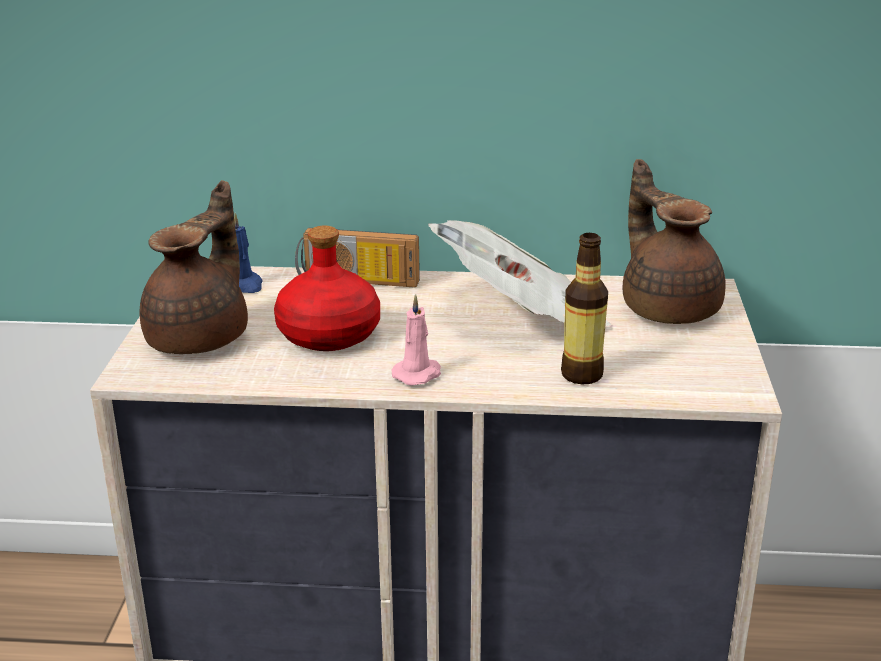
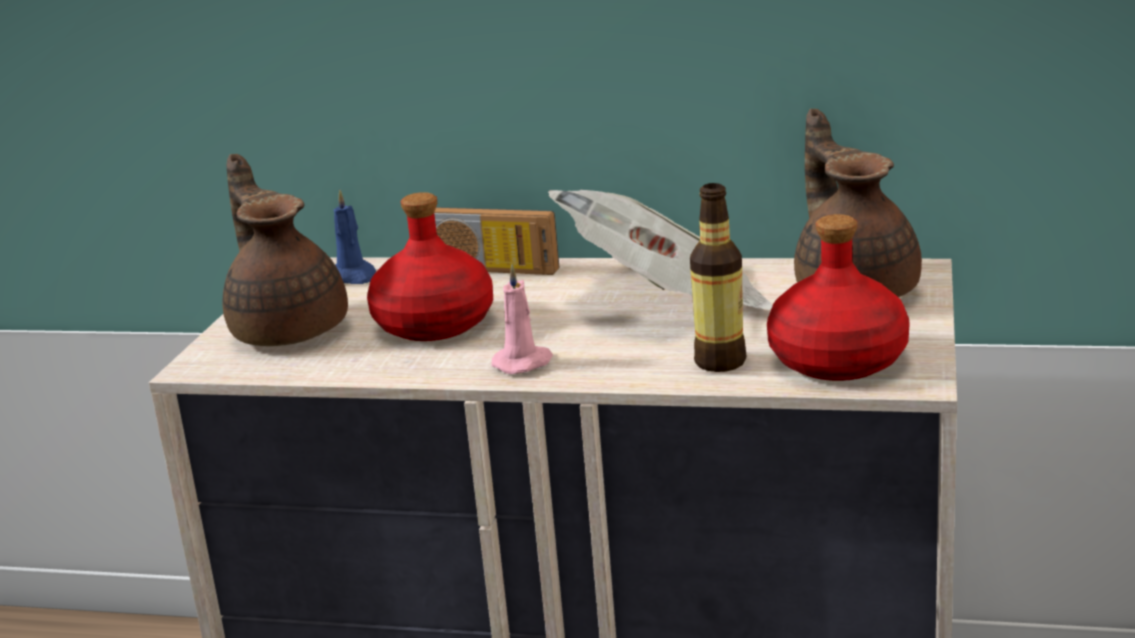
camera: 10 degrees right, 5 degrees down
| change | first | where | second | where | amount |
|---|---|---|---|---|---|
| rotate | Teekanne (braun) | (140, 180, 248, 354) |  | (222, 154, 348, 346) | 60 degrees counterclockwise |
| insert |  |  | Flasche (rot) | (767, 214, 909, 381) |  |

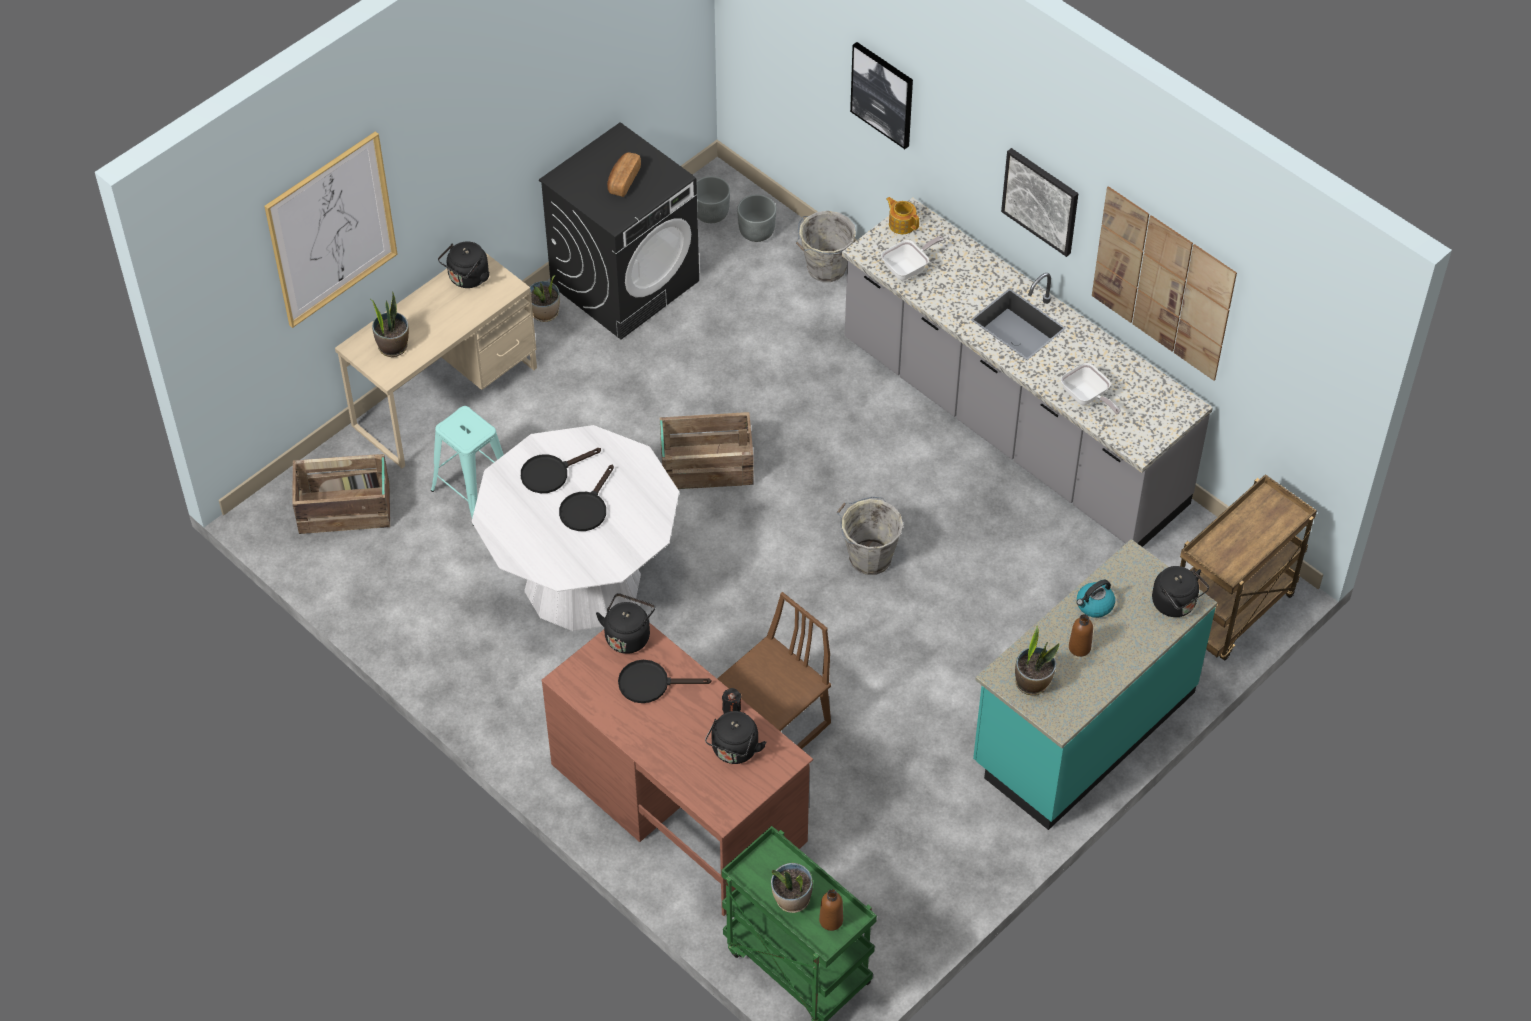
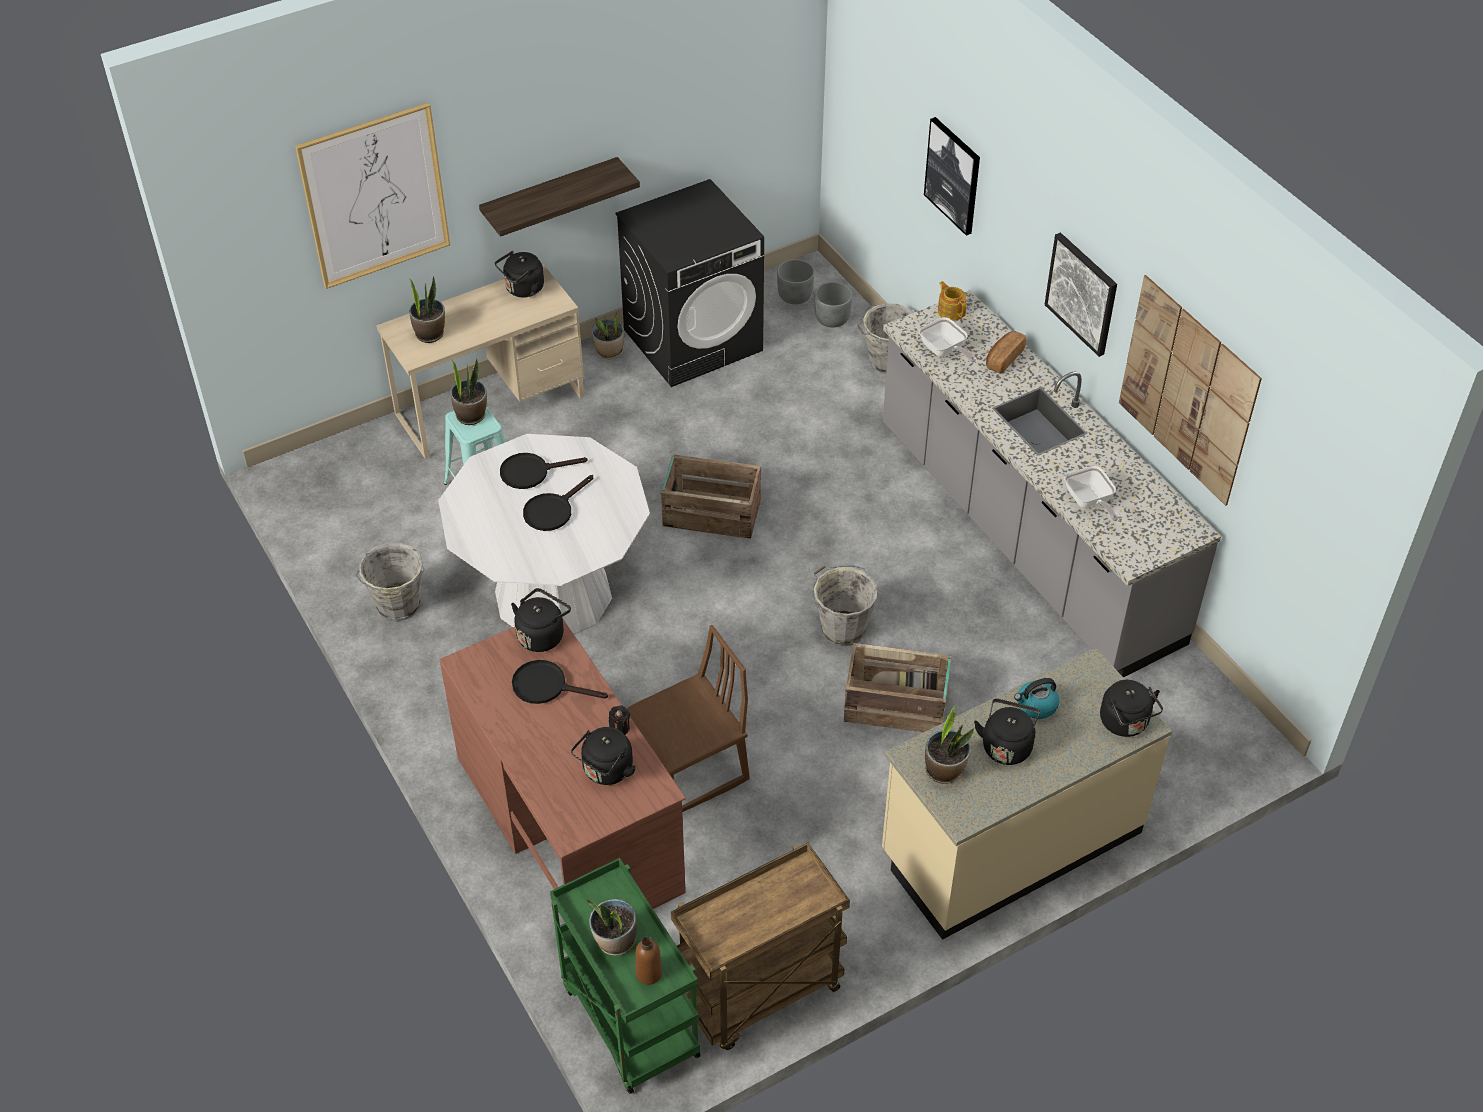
camera: 15 degrees right, 5 degrees down
| change | first | where | second | where | amount |
|---|---|---|---|---|---|
| insert |  |  | Eimer (grau) | (356, 543, 425, 621) |  |
| insert |  |  | Topfpflanze | (451, 358, 487, 425) |  |
| insert |  |  | Wandregal | (479, 157, 640, 237) |  |
| move | Rollwagen (braun) | (1180, 474, 1317, 660) |  | (671, 843, 850, 1050) |  |
| move | Kiste | (292, 454, 390, 534) |  | (844, 643, 951, 732) |  |
| recolor | Küchenzeile (türkis) | (973, 539, 1217, 830) | Küchenzeile (beige) | (882, 648, 1172, 940) |  |
| rotate | Pfanne | (881, 236, 944, 281) |  | (919, 317, 976, 363) | 75 degrees clockwise |
| replace | Flasche (braun) | (1069, 614, 1093, 657) | Wasserkessel (schwarz) | (974, 699, 1040, 765) |  |
| move | Brot | (607, 152, 641, 197) |  | (986, 331, 1026, 374) |  |

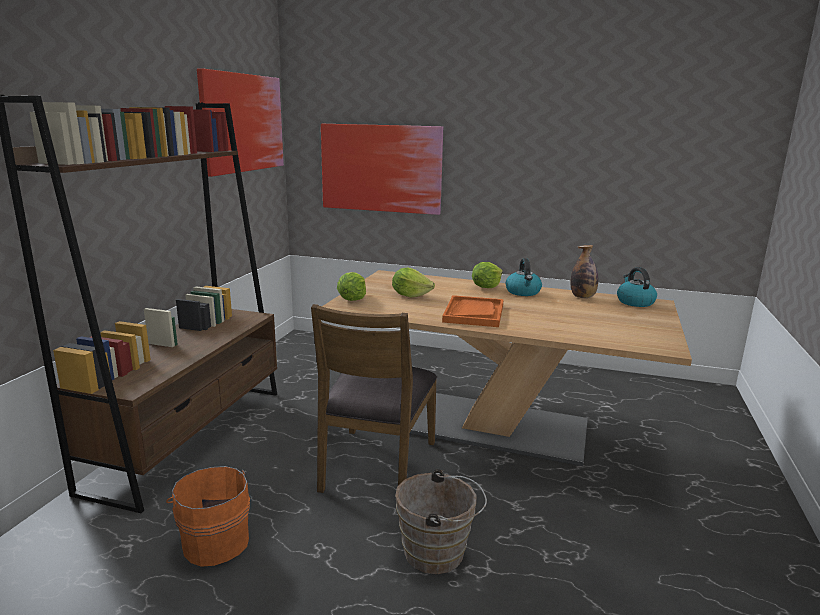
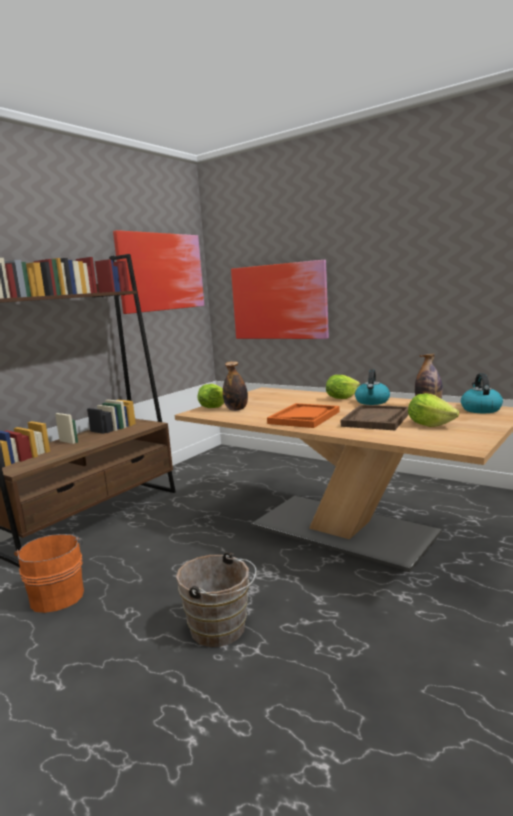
camera: 20 degrees right, 5 degrees down
| change | first | where | second | where | amount |
|---|---|---|---|---|---|
| insert |  |  | Flasche | (223, 361, 248, 411) |  |
| insert |  |  | Tablett (braun) | (341, 404, 409, 430) |  |
| move | Salatkopf | (392, 268, 435, 298) |  | (408, 393, 459, 427) |  |
| delete | Stuhl (braun) | (311, 304, 437, 493) |  |  |  |

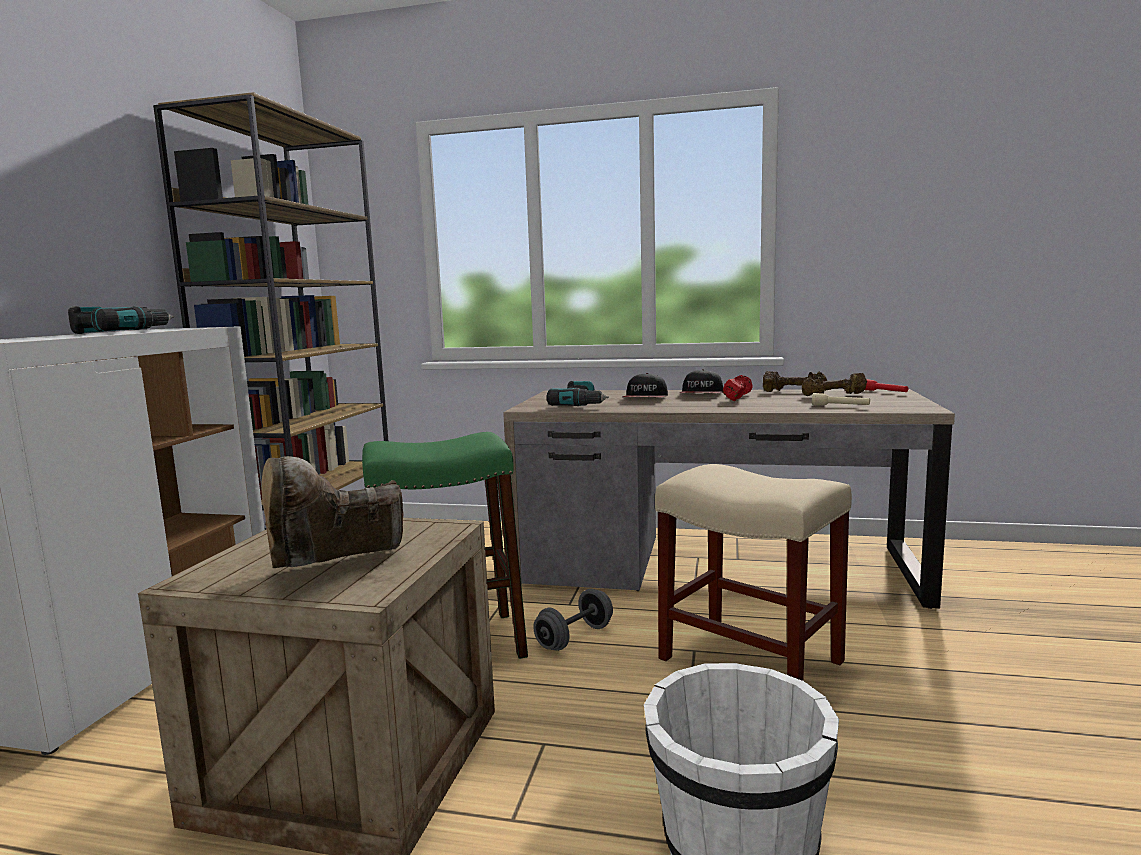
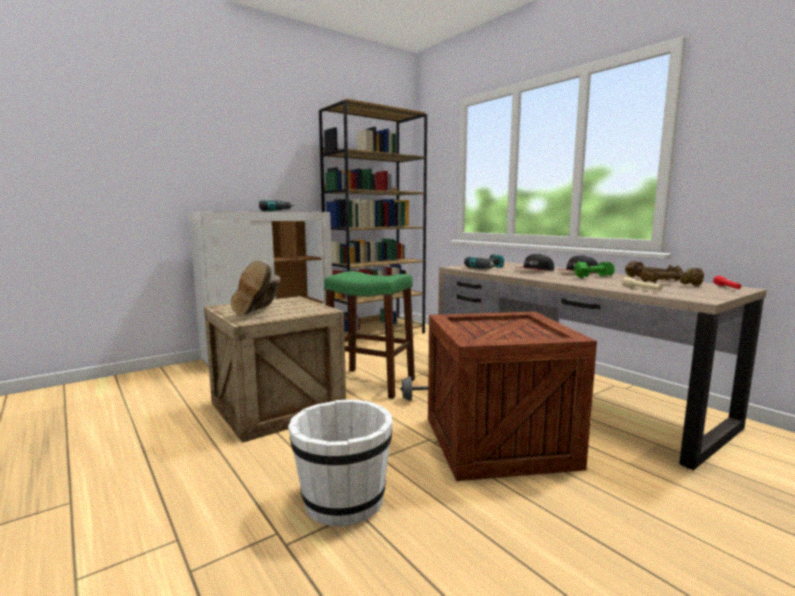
camera: 40 degrees right, 0 degrees up
| change | first | where | second | where | amount |
|---|---|---|---|---|---|
| rotate | Stiefel (braun) | (261, 456, 403, 568) |  | (231, 260, 281, 315) | 90 degrees counterclockwise |
| replace | Hocker (beige) | (655, 464, 852, 680) | Kiste | (428, 311, 597, 481) |  |
| recolor | Hantel (rot) | (723, 375, 753, 401) | Hantel (grün) | (574, 262, 615, 278) |  |

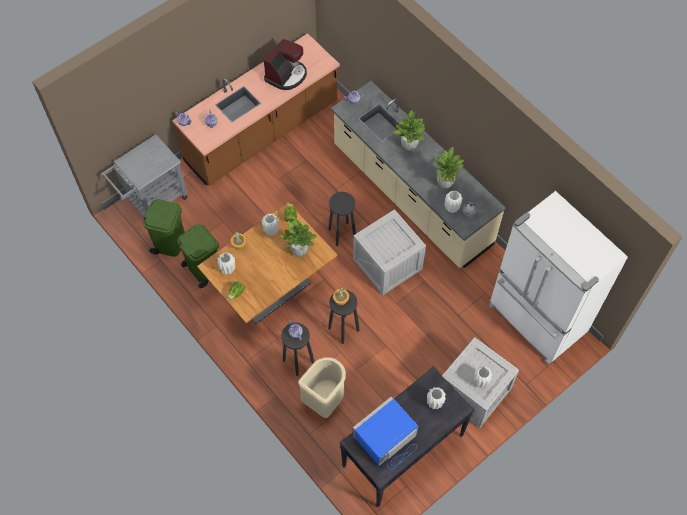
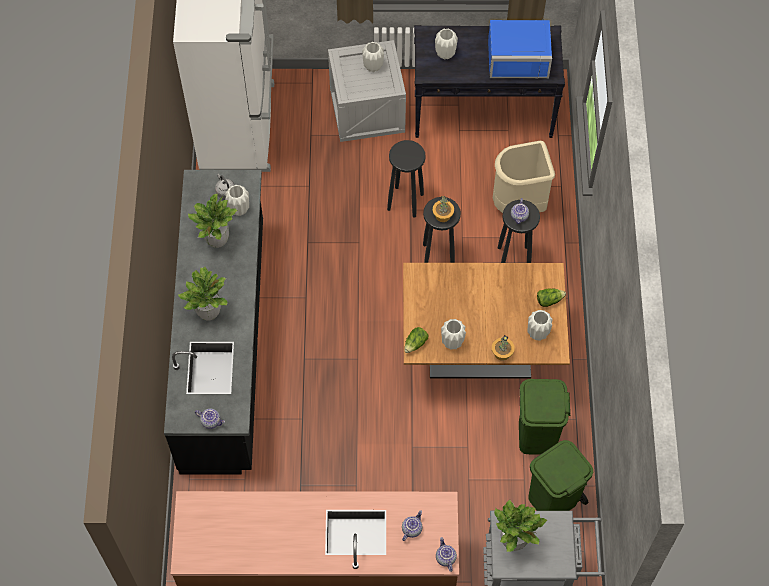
camera: 140 degrees left, 0 degrees up
| change | first | where | second | where | amount |
|---|---|---|---|---|---|
| recolor | Küchenzeile (beige) | (331, 81, 506, 268) | Küchenzeile (schwarz) | (164, 170, 263, 475) |  |
| move | Hocker (schwarz) | (328, 192, 356, 246) |  | (387, 140, 426, 218) |  |
| move | Topfpflanze | (280, 219, 317, 257) |  | (494, 499, 548, 552) |  |
| delete | Kaffeemaschine | (264, 39, 307, 90) |  |  |  |
| delete | Kiste | (353, 209, 426, 295) |  |  |  |

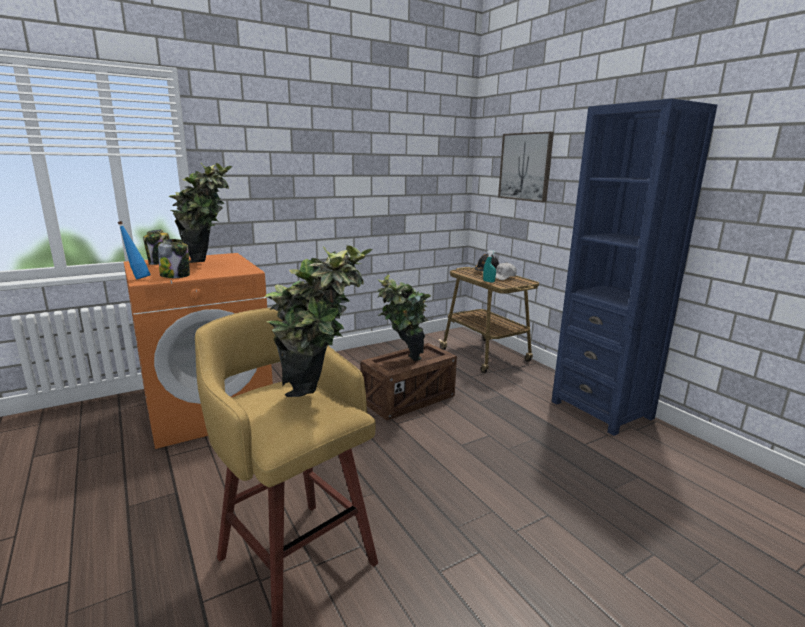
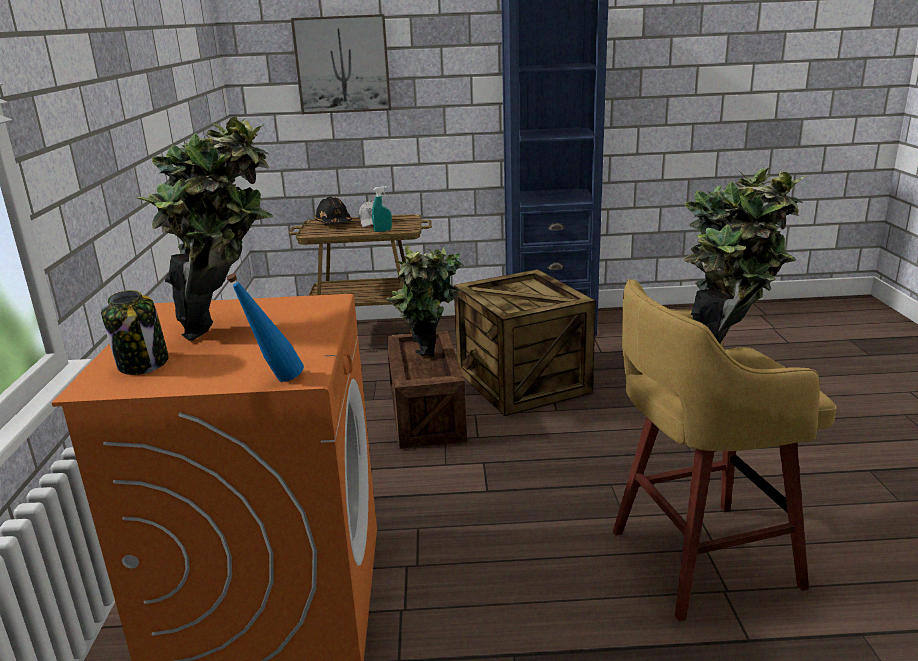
camera: 60 degrees left, 5 degrees up
| change | first | where | second | where | amount |
|---|---|---|---|---|---|
| insert |  |  | Kiste | (454, 269, 596, 416) |  |
| delete | Vorratsglas | (158, 239, 190, 278) |  |  |  |

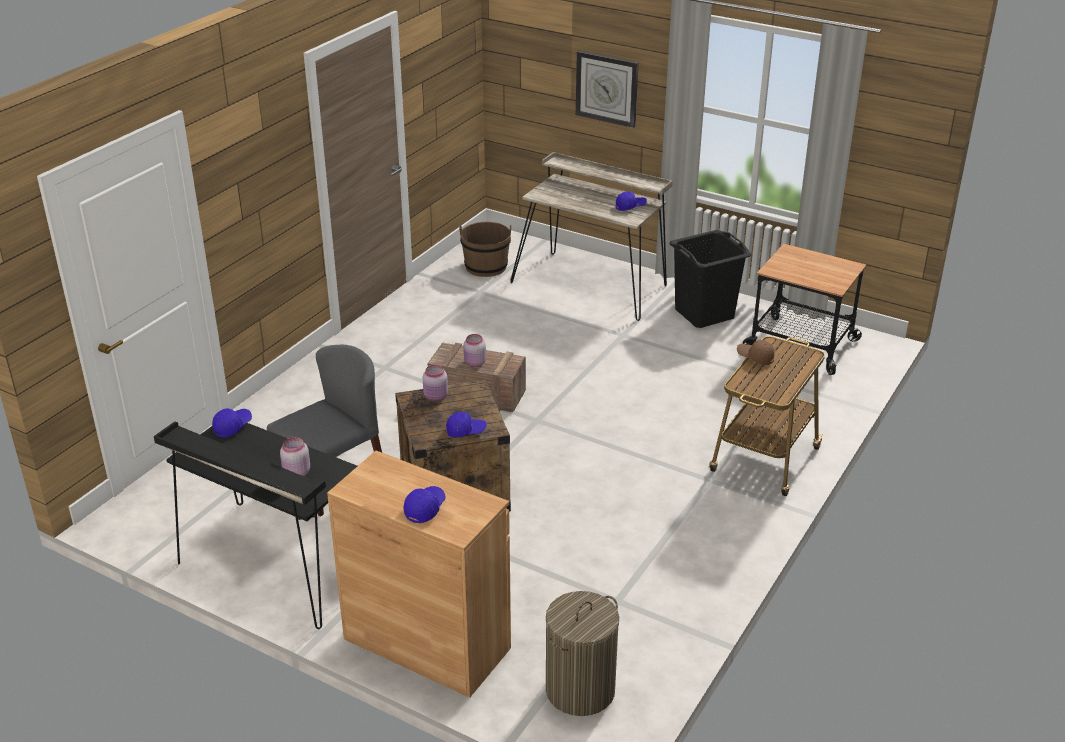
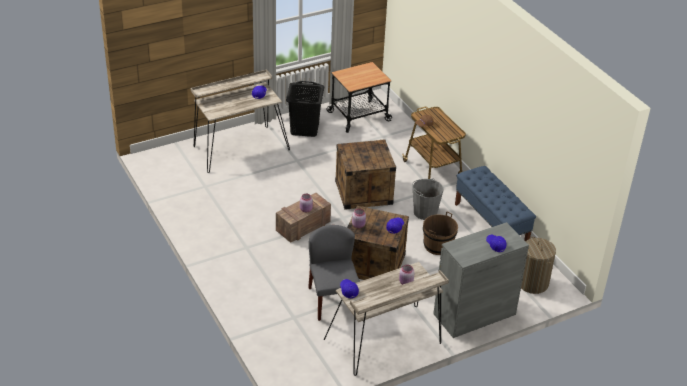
camera: 60 degrees left, 5 degrees up
| change | first | where | second | where | amount |
|---|---|---|---|---|---|
| recolor | Schreibtisch (schwarz) | (154, 422, 357, 629) | Schreibtisch (beige) | (324, 262, 449, 376) |  |
| insert |  |  | Kiste | (335, 139, 396, 210) |  |
| insert |  |  | Eimer (grau) | (412, 179, 444, 220) |  |
| move | Eimer (braun) | (459, 222, 512, 277) |  | (423, 211, 458, 255) |  |
| recolor | Schrank (braun) | (327, 451, 511, 698) | Schrank (grau) | (433, 222, 529, 338) |  |
| insert |  |  | Bank (blau) | (455, 166, 536, 241) |  |
| delete | Wanduhr | (576, 51, 639, 128) |  |  |  |

